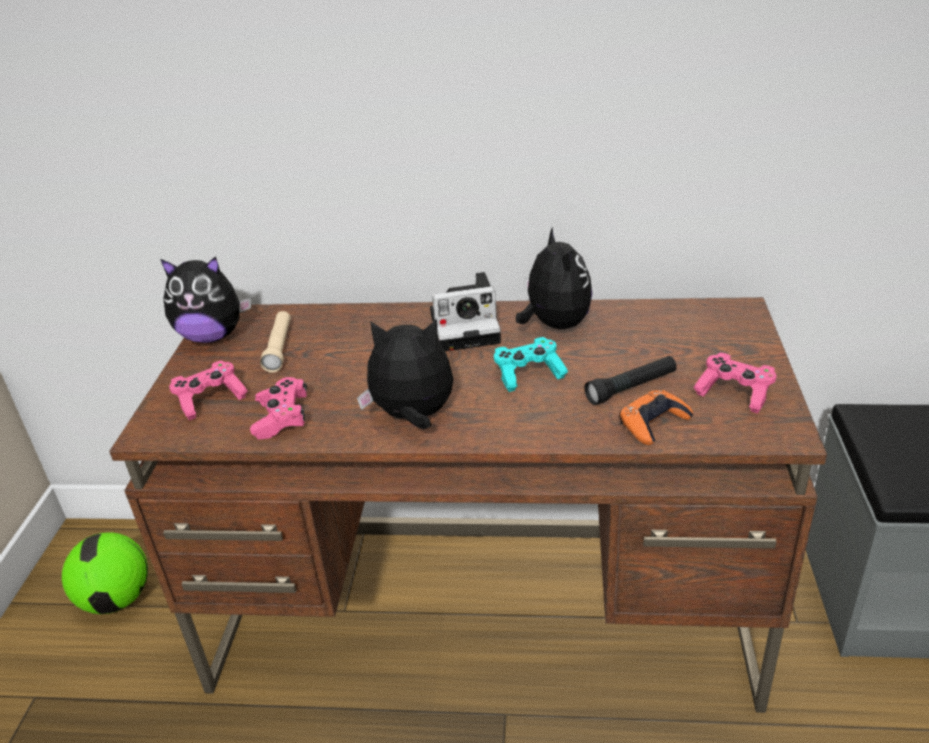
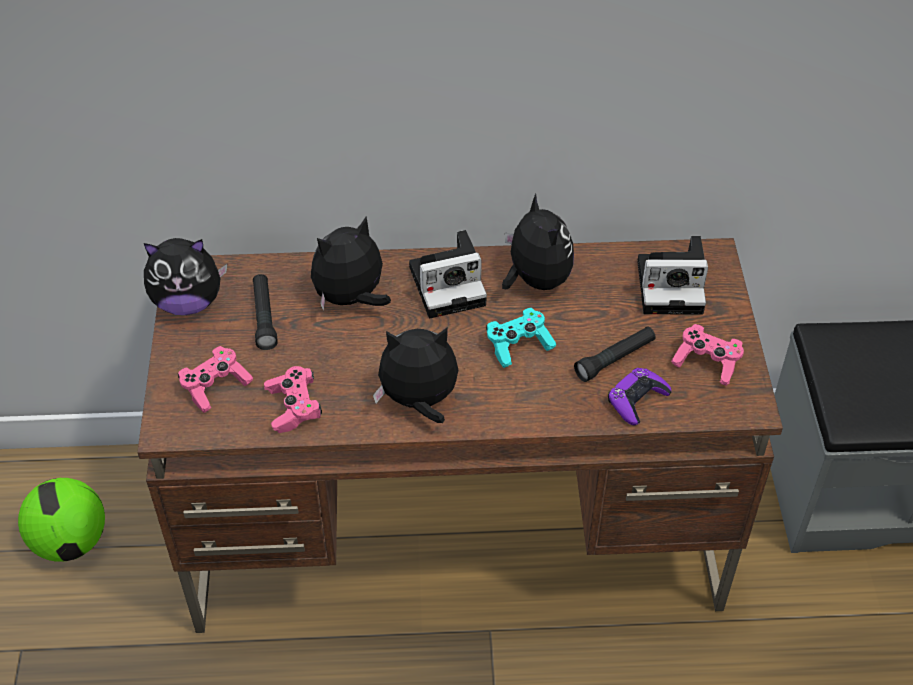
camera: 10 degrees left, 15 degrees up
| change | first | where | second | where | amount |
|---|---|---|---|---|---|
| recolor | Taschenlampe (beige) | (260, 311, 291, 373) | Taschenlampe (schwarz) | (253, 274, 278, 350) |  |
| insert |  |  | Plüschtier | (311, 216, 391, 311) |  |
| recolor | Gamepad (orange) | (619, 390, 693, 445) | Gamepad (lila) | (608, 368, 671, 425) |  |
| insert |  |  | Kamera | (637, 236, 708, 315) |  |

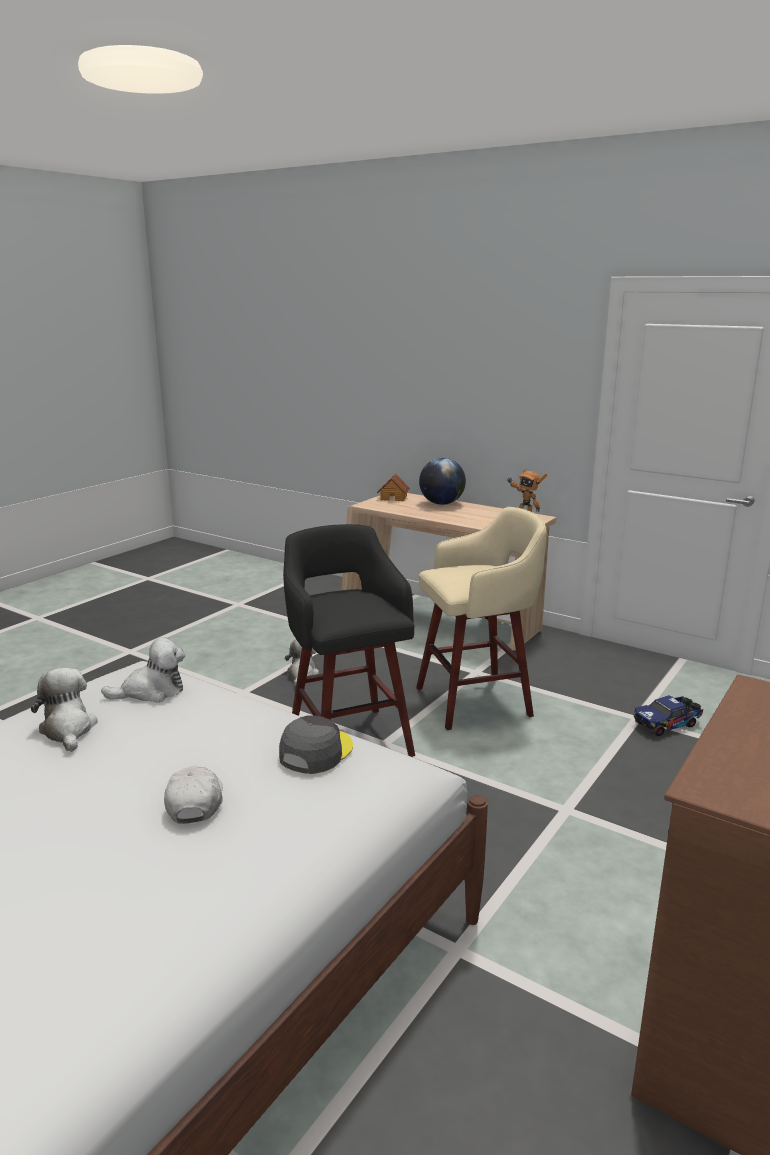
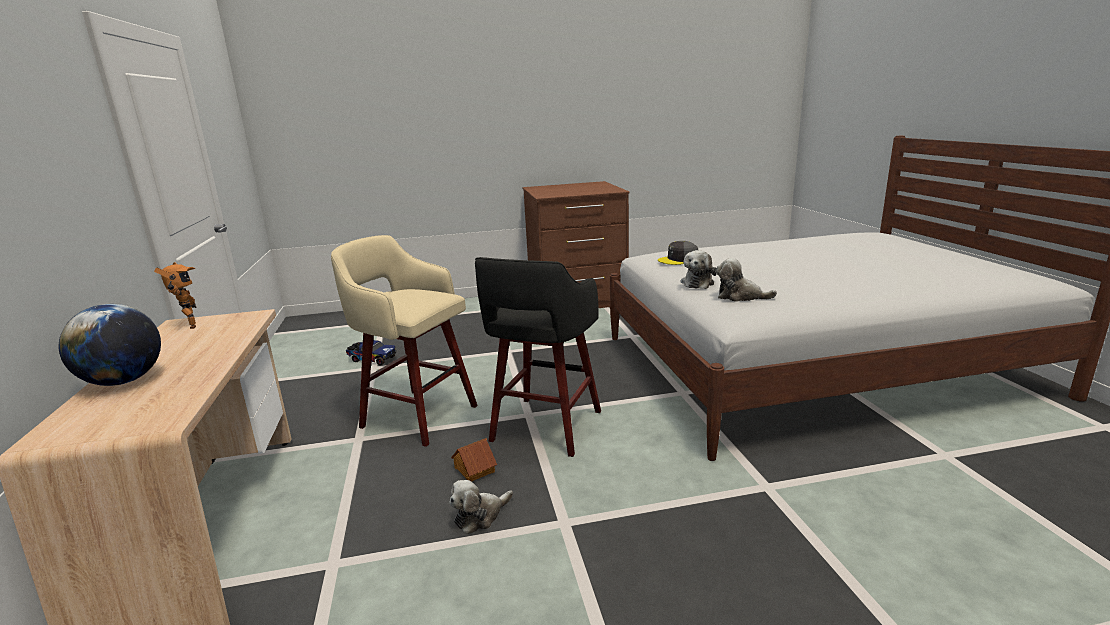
camera: 135 degrees left, 0 degrees up
| change | first | where | second | where | amount |
|---|---|---|---|---|---|
| move | Spielzeughaus | (377, 474, 410, 501) |  | (451, 438, 497, 482) |  |
| move | Plüschtier | (31, 668, 98, 752) |  | (680, 250, 716, 289) |  |
| delete | Kappe (weiß) | (164, 766, 223, 824) |  |  |  |

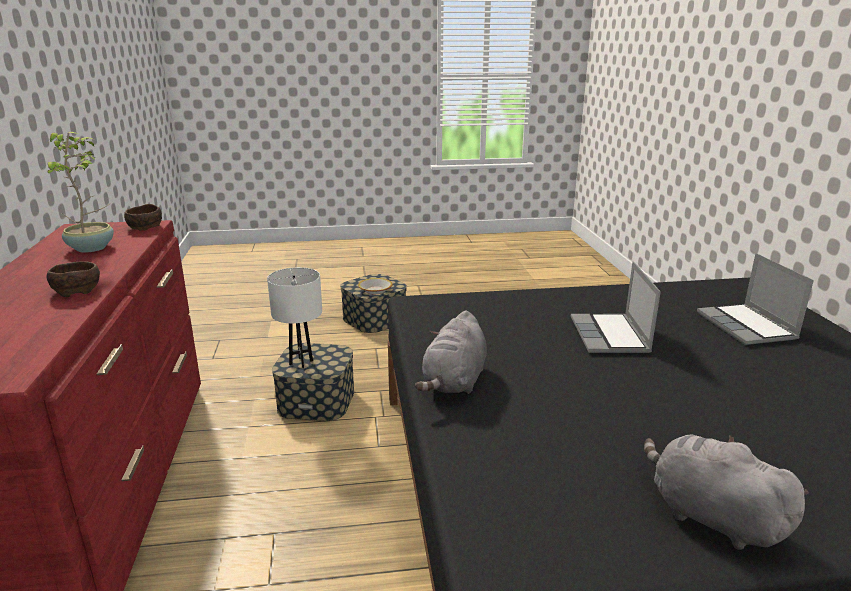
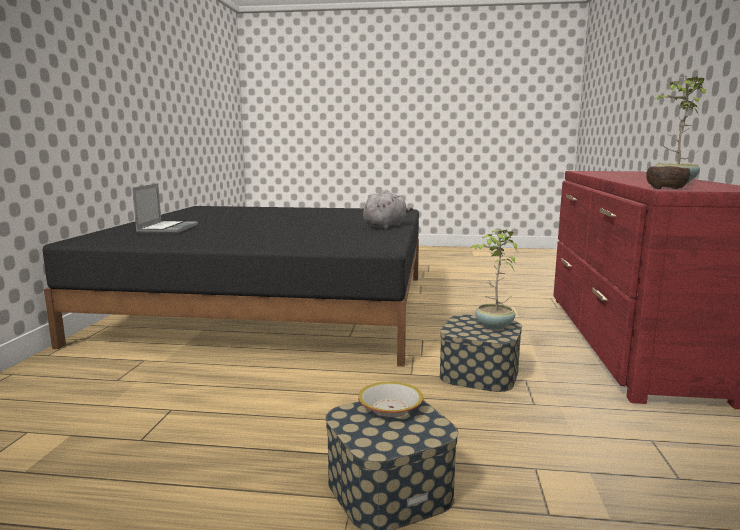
camera: 165 degrees left, 10 degrees down
| change | first | where | second | where | amount |
|---|---|---|---|---|---|
| replace | Tischlampe (weiß) | (267, 267, 322, 368) | Topfpflanze | (471, 229, 517, 330) |  |
| delete | Schüssel (braun) | (46, 261, 100, 297) |  |  |  |
| delete | Laptop | (571, 262, 661, 353) |  |  |  |
| delete | Plüschtier (grau) | (644, 435, 809, 550) |  |  |  |

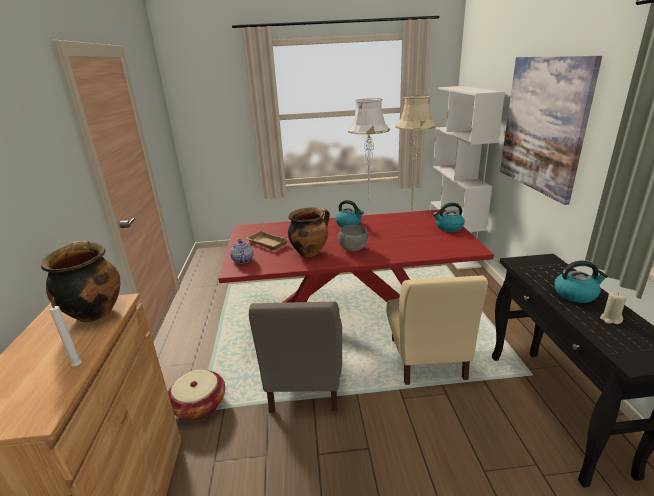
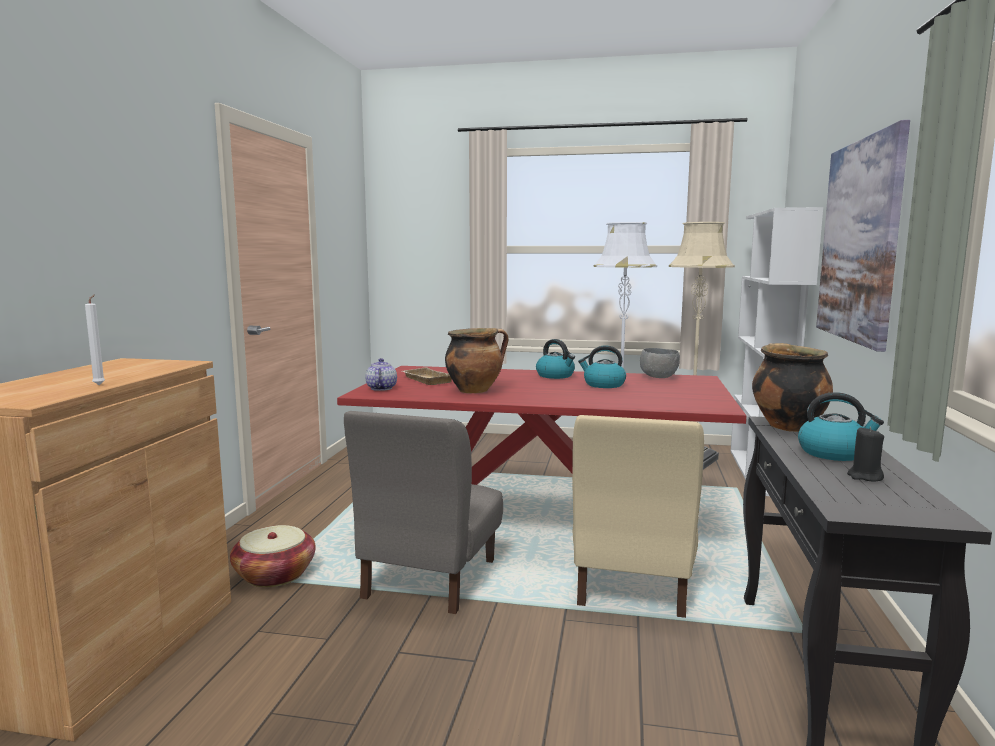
camera: 15 degrees right, 15 degrees down
| change | first | where | second | where | amount |
|---|---|---|---|---|---|
| move | Wasserkessel | (433, 203, 465, 232) |  | (578, 346, 626, 388) |  |
| move | Schüssel (grau) | (338, 225, 368, 251) |  | (640, 348, 680, 378) |  |
| move | Kochtopf | (41, 241, 120, 323) |  | (752, 343, 833, 432) |  |
| recolor | Kerze (beige) | (600, 292, 627, 324) | Kerze (schwarz) | (847, 427, 884, 481) |  |

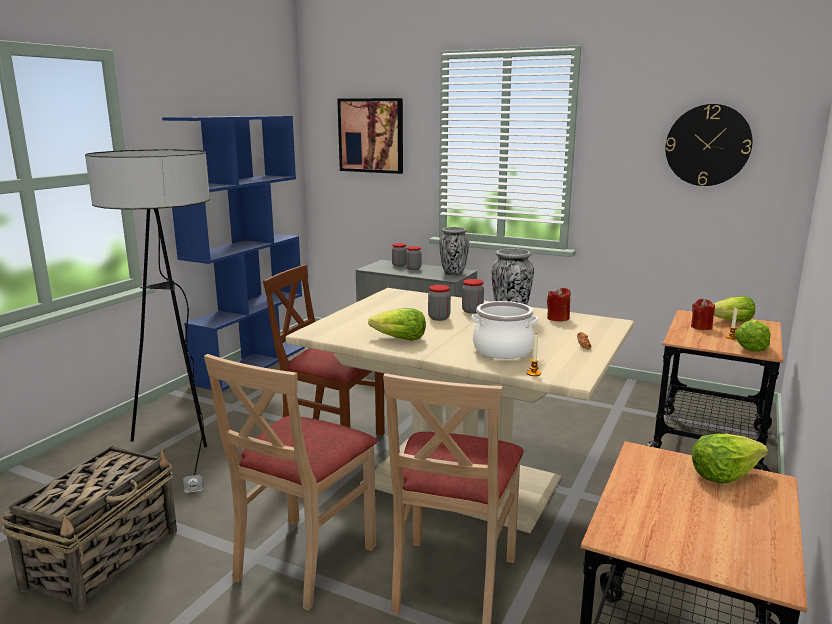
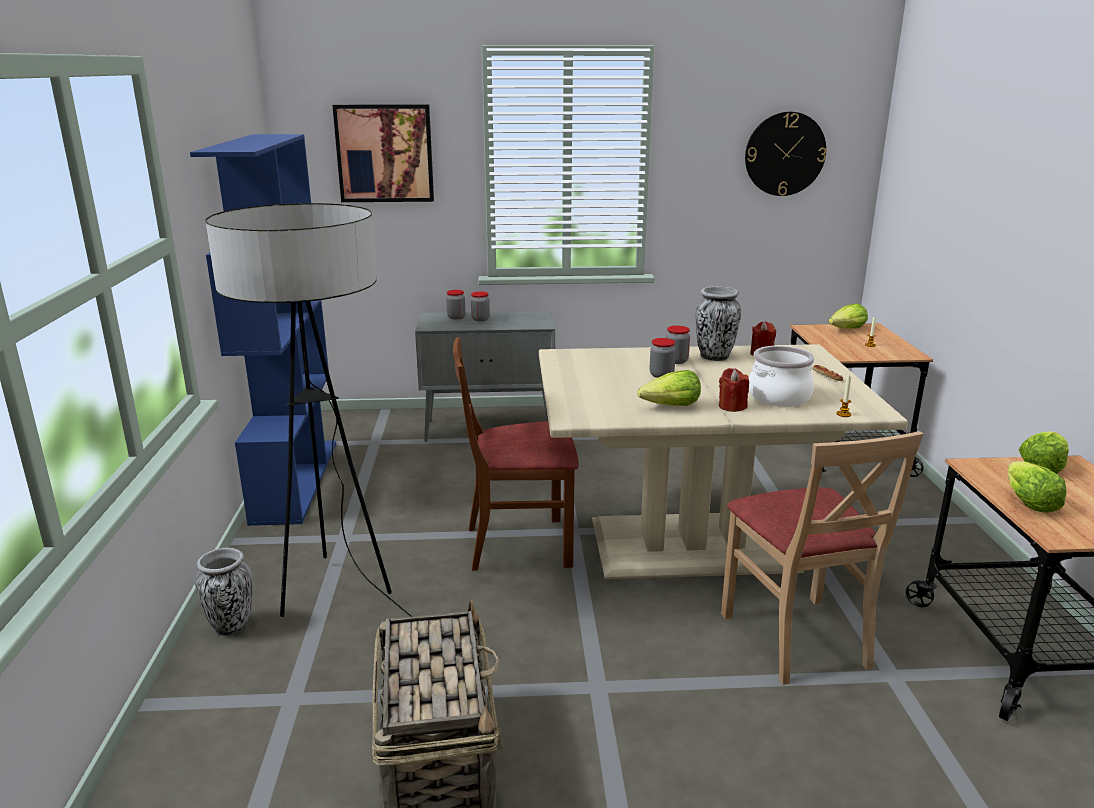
camera: 30 degrees left, 5 degrees up
| change | first | where | second | where | amount |
|---|---|---|---|---|---|
| move | Vase | (439, 227, 469, 276) |  | (195, 548, 252, 636) |  |
| move | Kerze (rot) | (691, 299, 715, 330) |  | (719, 368, 749, 412) |  |
| move | Salatkopf | (734, 320, 771, 352) |  | (1007, 461, 1067, 513) |  |
| delete | Stuhl (beige) | (204, 354, 377, 611) |  |  |  |

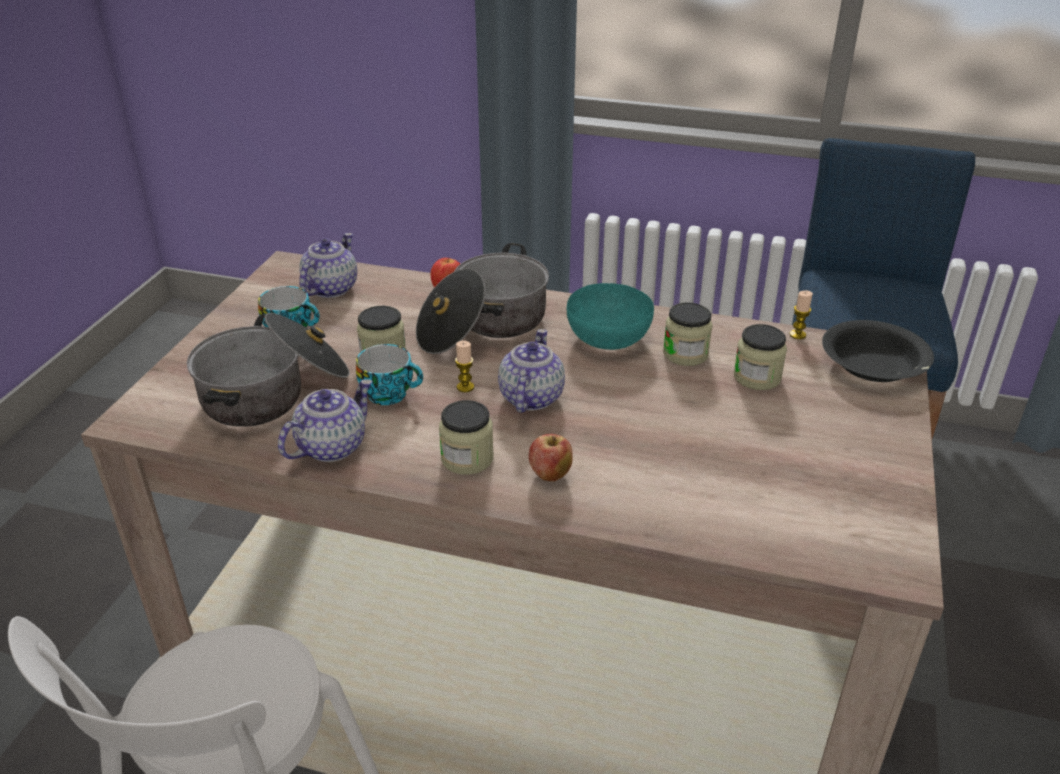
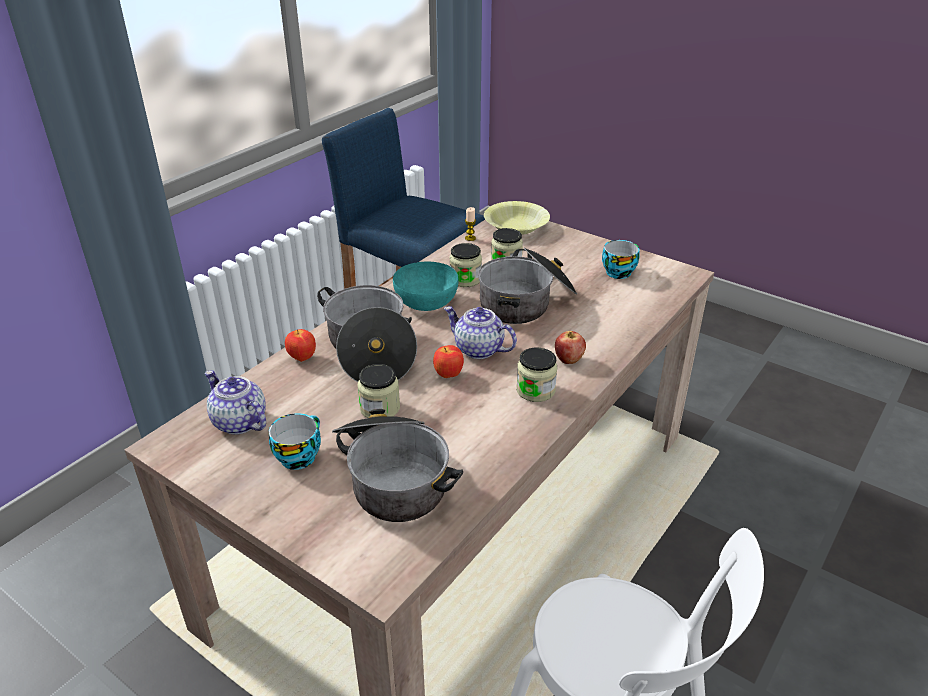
camera: 70 degrees left, 0 degrees up
| change | first | where | second | where | amount |
|---|---|---|---|---|---|
| replace | Kerze | (455, 341, 474, 392) | Apfel | (433, 345, 464, 378) |  |
| insert |  |  | Kochtopf | (478, 248, 577, 324) |  |
| recolor | Schüssel (schwarz) | (822, 320, 934, 382) | Schüssel (gelb) | (484, 201, 550, 235) |  |
| move | Tasse | (356, 344, 423, 405) |  | (602, 240, 640, 279) |  |
| delete | Teekanne | (278, 379, 373, 462) |  |  |  |

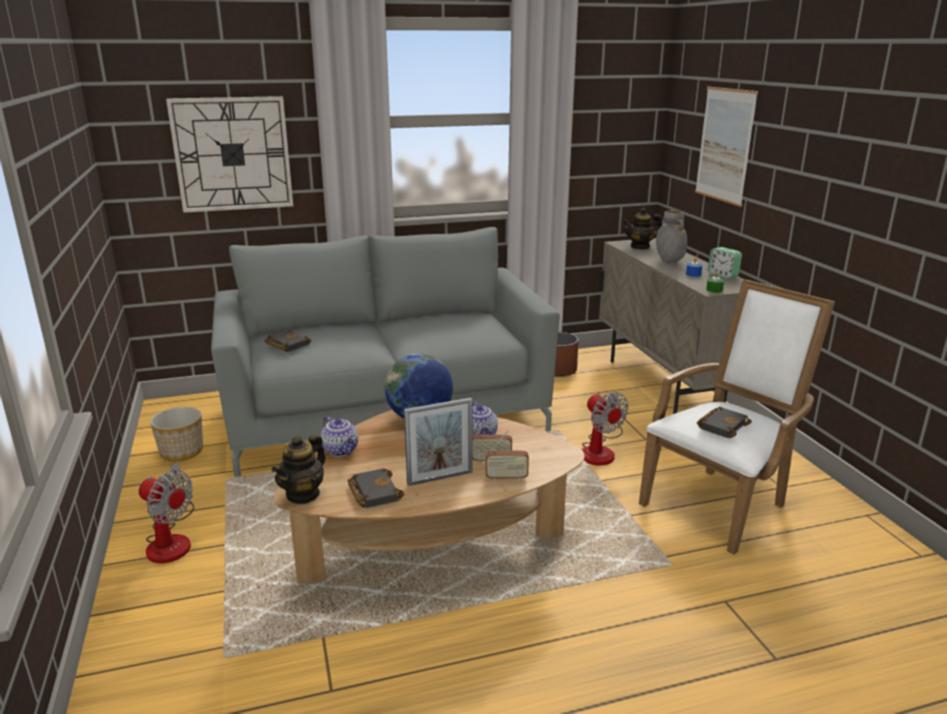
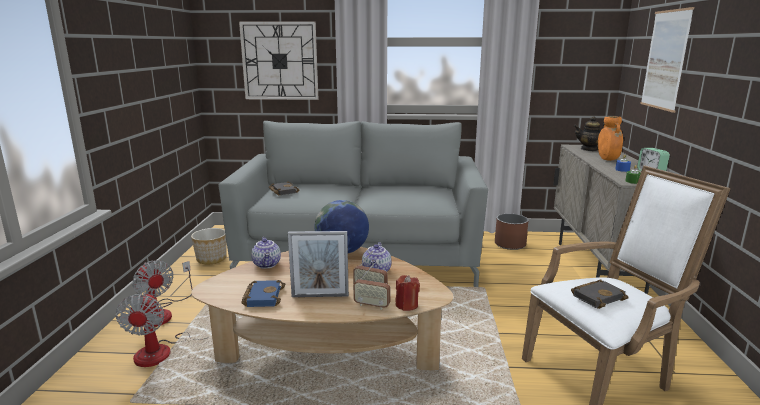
camera: 20 degrees right, 5 degrees down
| change | first | where | second | where | amount |
|---|---|---|---|---|---|
| move | Ventilator | (582, 392, 628, 466) |  | (115, 293, 209, 367) |  |
| recolor | Buch (schwarz) | (348, 468, 404, 508) | Buch (blau) | (241, 280, 285, 307) |  |
| insert |  |  | Kerze (rot) | (395, 275, 420, 311) |  |
| recolor | Vase (grau) | (656, 210, 687, 262) | Vase (orange) | (598, 116, 623, 161) |  |
| delete | Teekanne | (272, 434, 326, 504) |  |  |  |

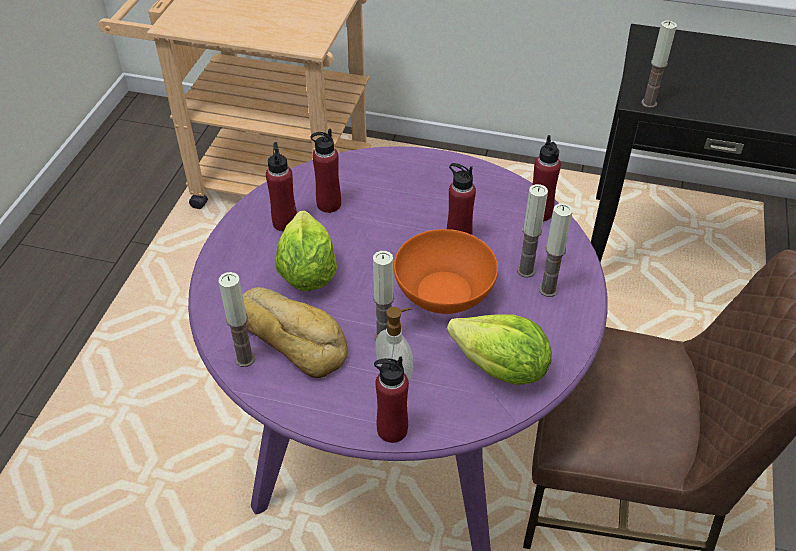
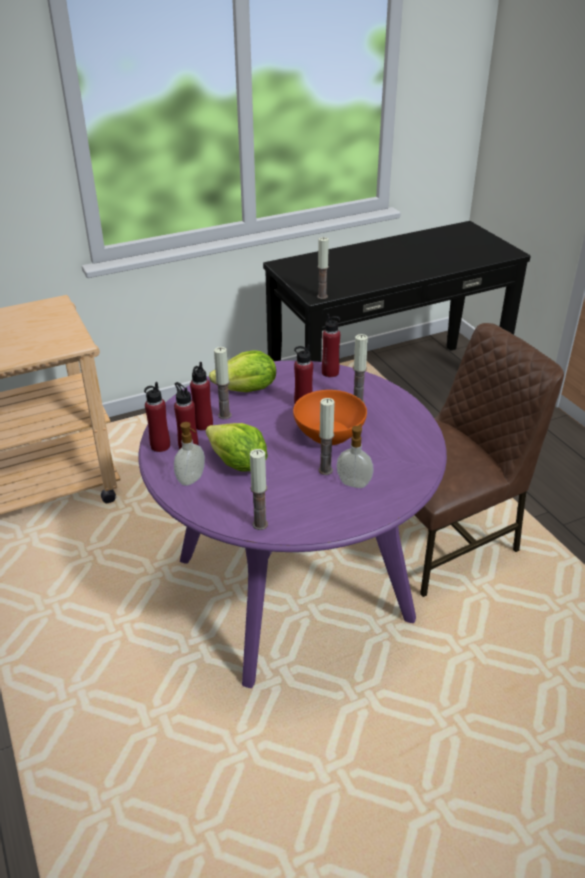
camera: 40 degrees left, 10 degrees down
| change | first | where | second | where | amount |
|---|---|---|---|---|---|
| move | Flasche (rot) | (374, 356, 409, 443) |  | (144, 382, 170, 452) |  |
| insert |  |  | Seifenspender | (174, 422, 205, 486) |  |
| move | Salatkopf | (447, 314, 552, 385) |  | (209, 350, 276, 392) |  |
| move | Kerze | (539, 203, 573, 297) |  | (214, 347, 231, 419) |  |
| delete | Brot | (242, 287, 348, 378) |  |  |  |

